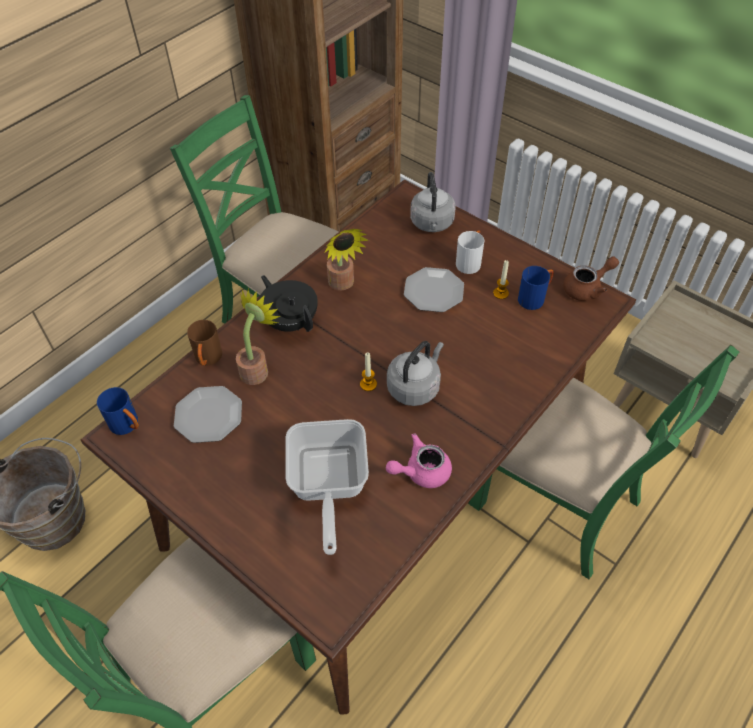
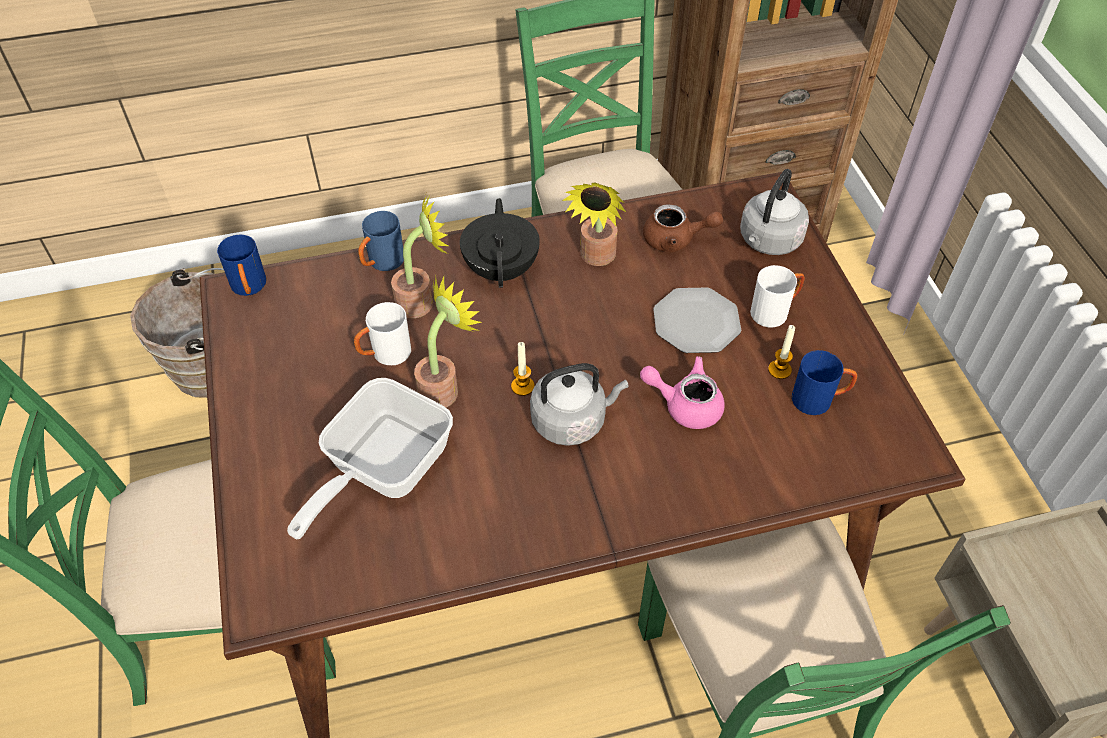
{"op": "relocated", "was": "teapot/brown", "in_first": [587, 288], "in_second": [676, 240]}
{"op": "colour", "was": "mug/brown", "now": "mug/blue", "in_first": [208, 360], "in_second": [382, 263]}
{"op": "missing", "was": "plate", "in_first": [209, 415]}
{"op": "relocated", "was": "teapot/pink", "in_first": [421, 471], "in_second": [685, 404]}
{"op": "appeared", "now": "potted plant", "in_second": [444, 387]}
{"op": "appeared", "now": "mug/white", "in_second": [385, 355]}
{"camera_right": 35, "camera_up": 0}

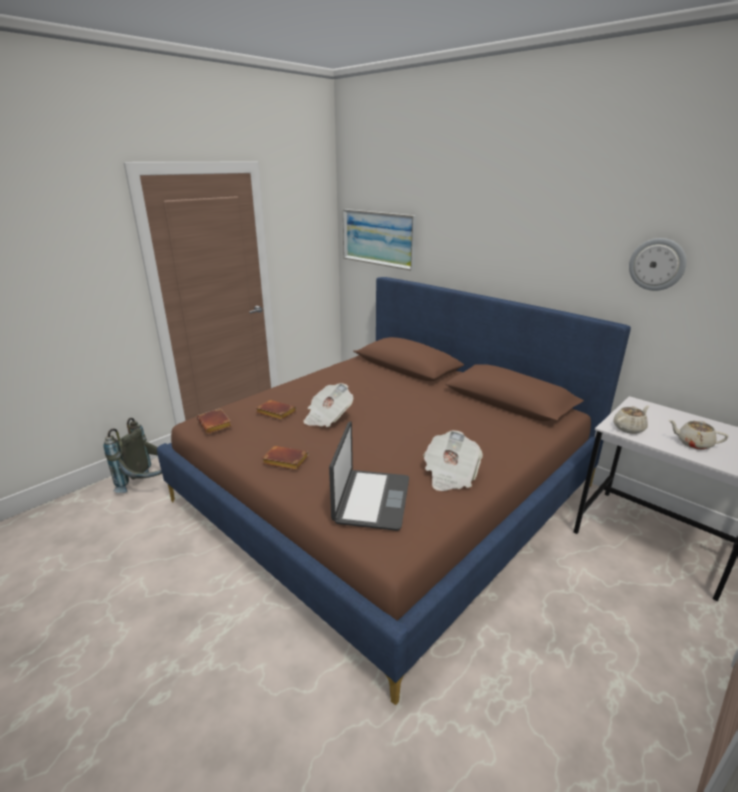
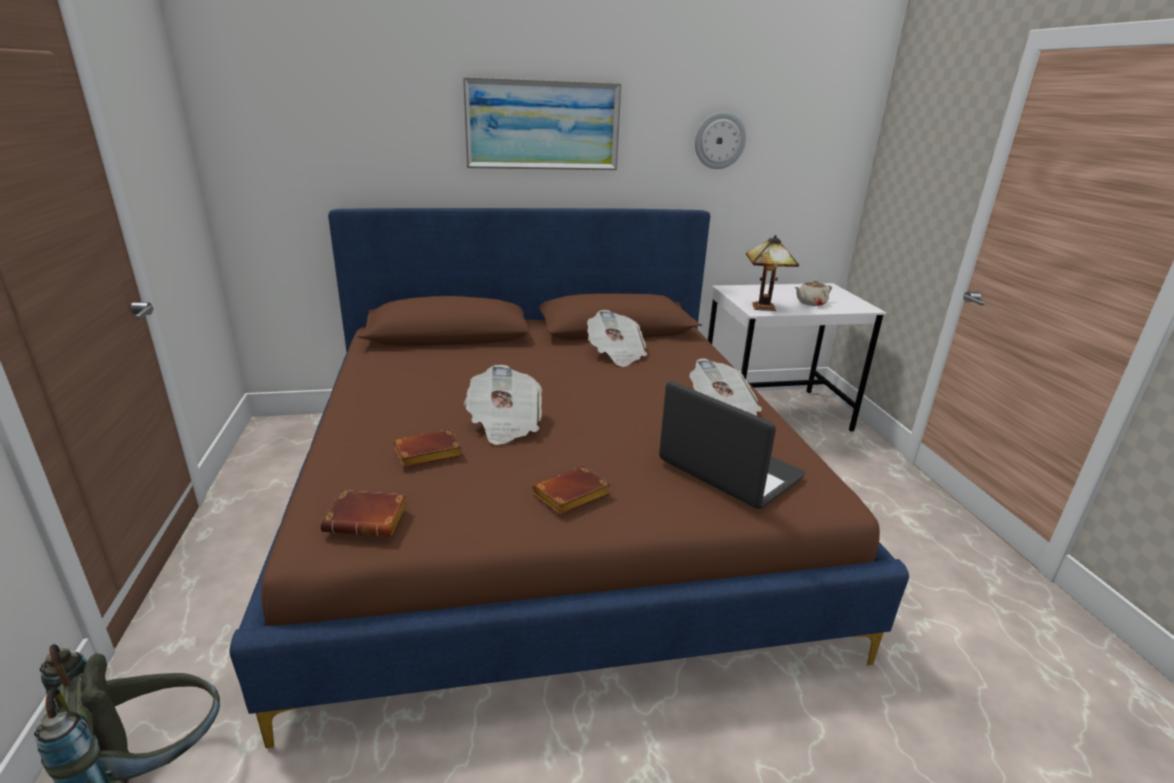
{"op": "relocated", "was": "picture", "in_first": [378, 238], "in_second": [542, 125]}
{"op": "exchanged", "was": "teapot/beige", "now": "table lamp", "in_first": [629, 428], "in_second": [765, 308]}
{"op": "appeared", "now": "newspaper", "in_second": [616, 354]}
{"camera_right": -55, "camera_up": 0}

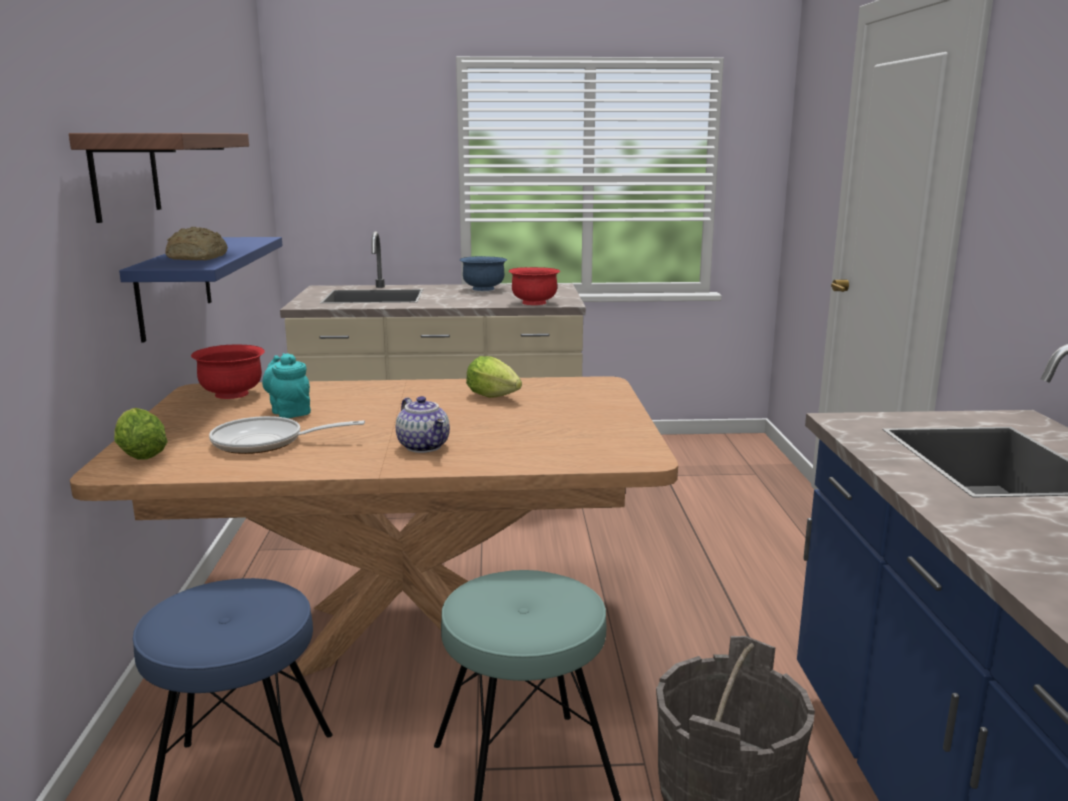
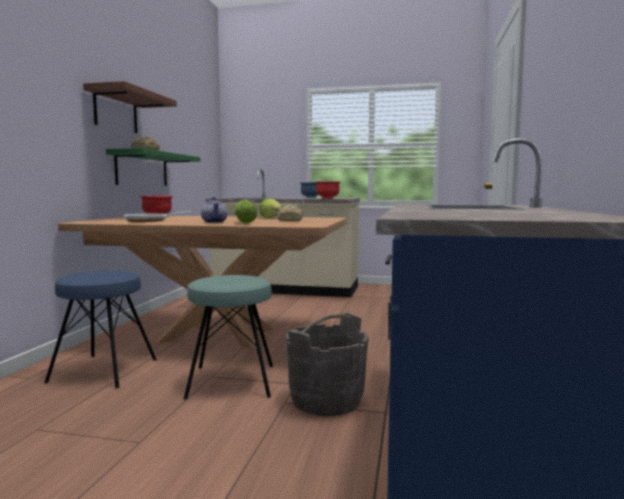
{"op": "colour", "was": "shelf/blue", "now": "shelf/green", "in_first": [174, 286], "in_second": [142, 169]}
{"op": "missing", "was": "teapot/turquoise", "in_first": [289, 412]}
{"op": "relocated", "was": "lettuce", "in_first": [140, 453], "in_second": [244, 223]}
{"op": "appeared", "now": "bread", "in_second": [290, 221]}
{"camera_right": 15, "camera_up": -10}

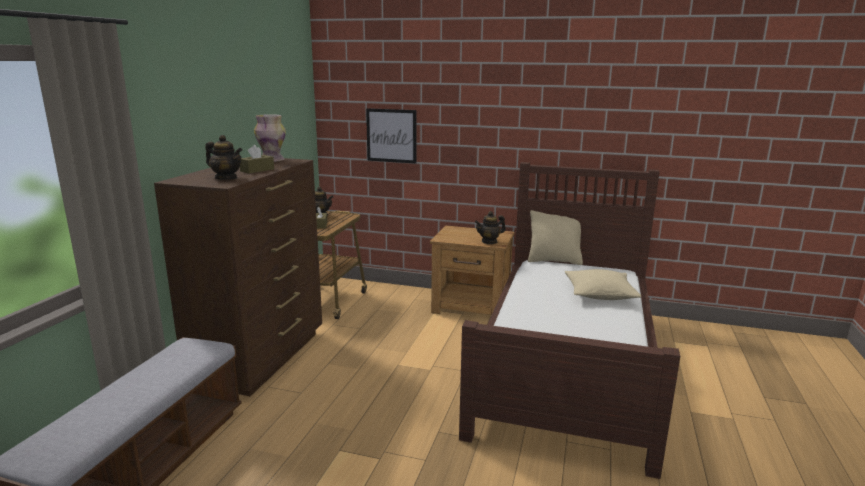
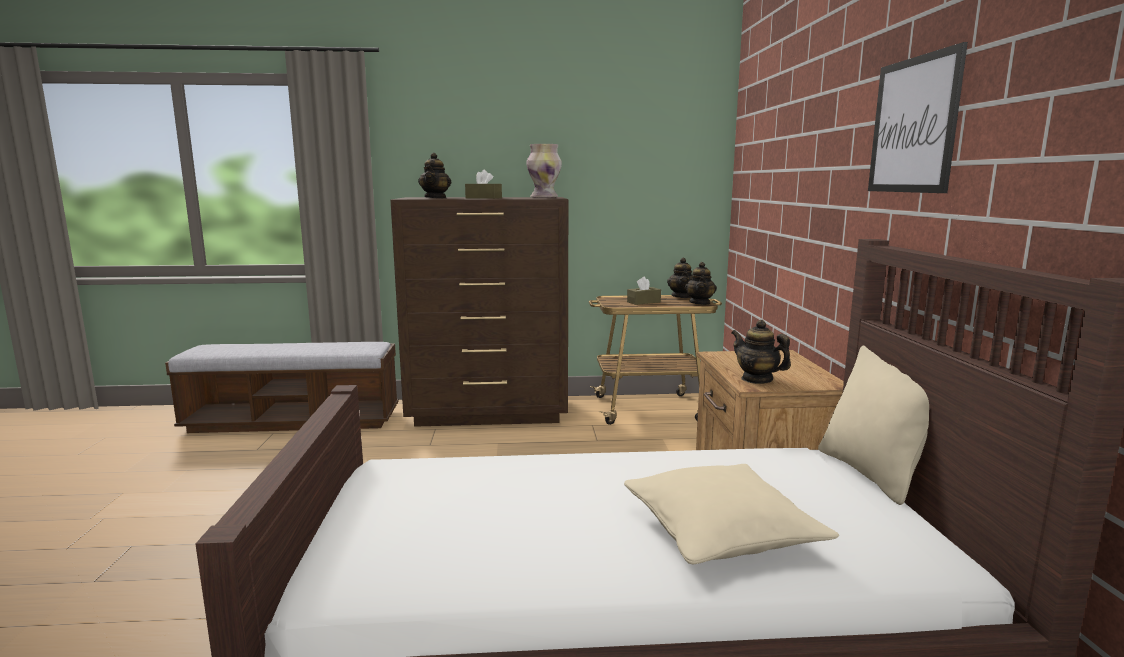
{"op": "relocated", "was": "picture", "in_first": [391, 135], "in_second": [913, 125]}
{"op": "appeared", "now": "teapot", "in_second": [700, 303]}
{"camera_right": 70, "camera_up": -5}

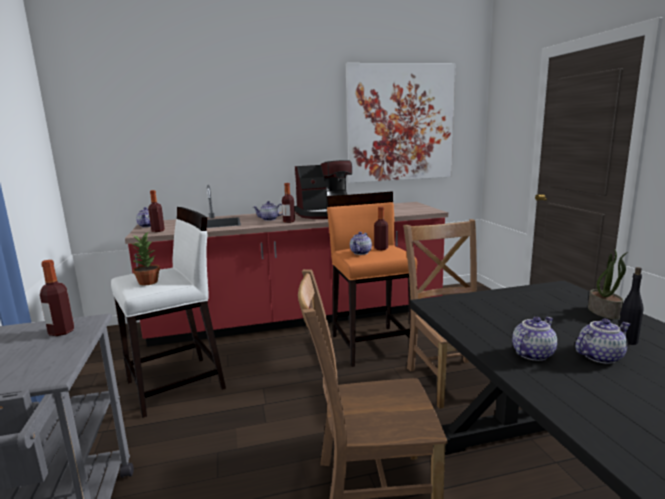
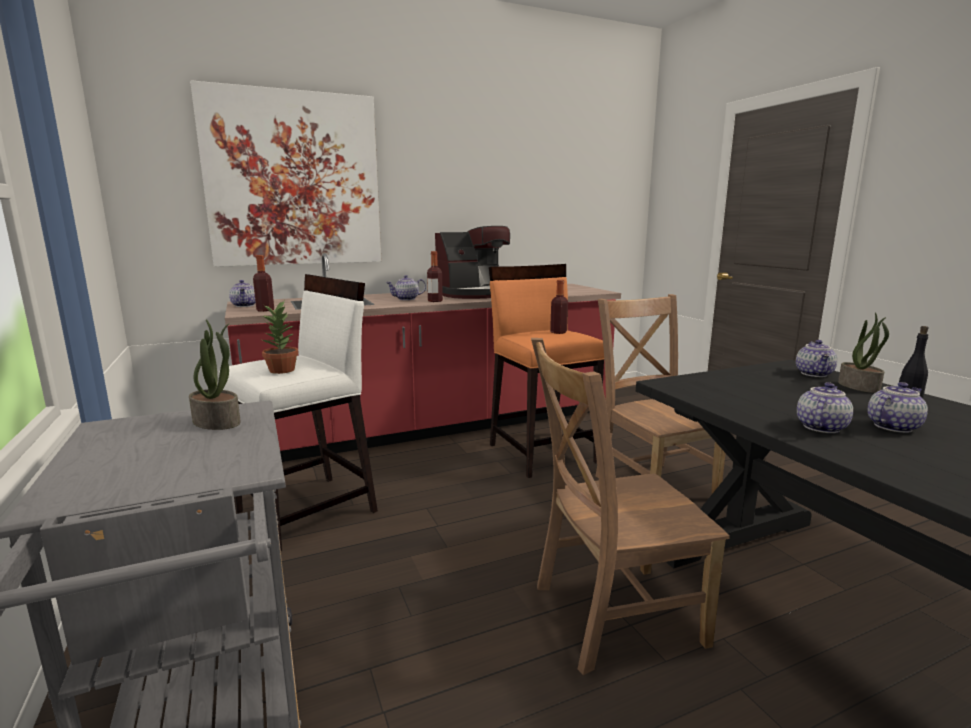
{"op": "relocated", "was": "picture", "in_first": [400, 123], "in_second": [294, 180]}
{"op": "relocated", "was": "teapot", "in_first": [361, 253], "in_second": [815, 374]}
{"op": "exchanged", "was": "bottle", "now": "potted plant", "in_first": [61, 332], "in_second": [218, 422]}
{"camera_right": -10, "camera_up": 0}

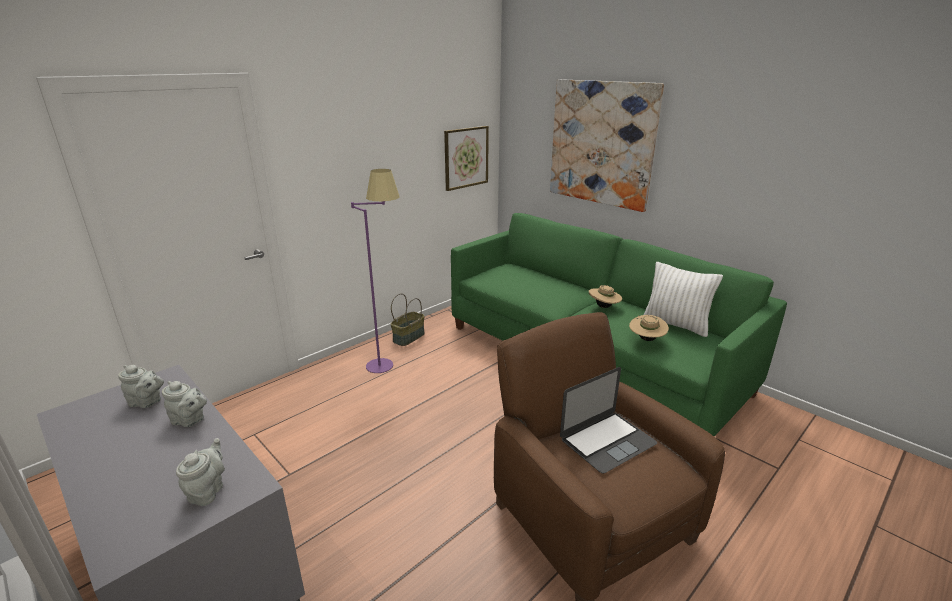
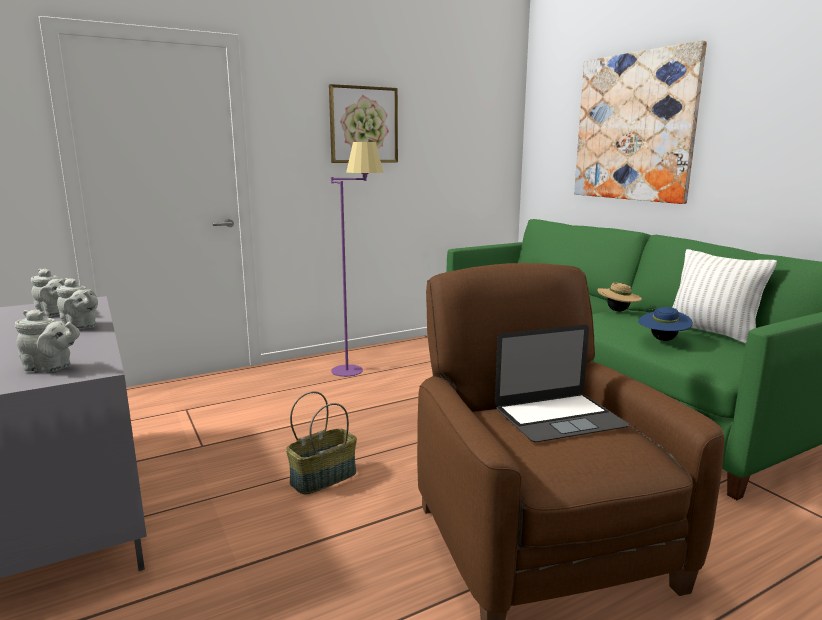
{"op": "relocated", "was": "picture", "in_first": [466, 157], "in_second": [363, 125]}
{"op": "relocated", "was": "basket", "in_first": [408, 337], "in_second": [323, 477]}
{"op": "colour", "was": "hat/beige", "now": "hat/blue", "in_first": [646, 339], "in_second": [662, 339]}
{"op": "spun", "was": "teapot/grey", "in_first": [208, 491], "in_second": [51, 368], "clockwise": 75}
{"camera_right": 15, "camera_up": -10}

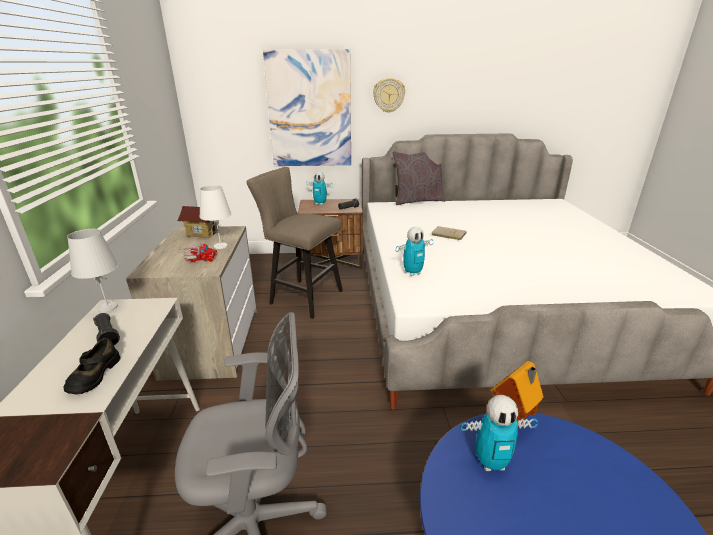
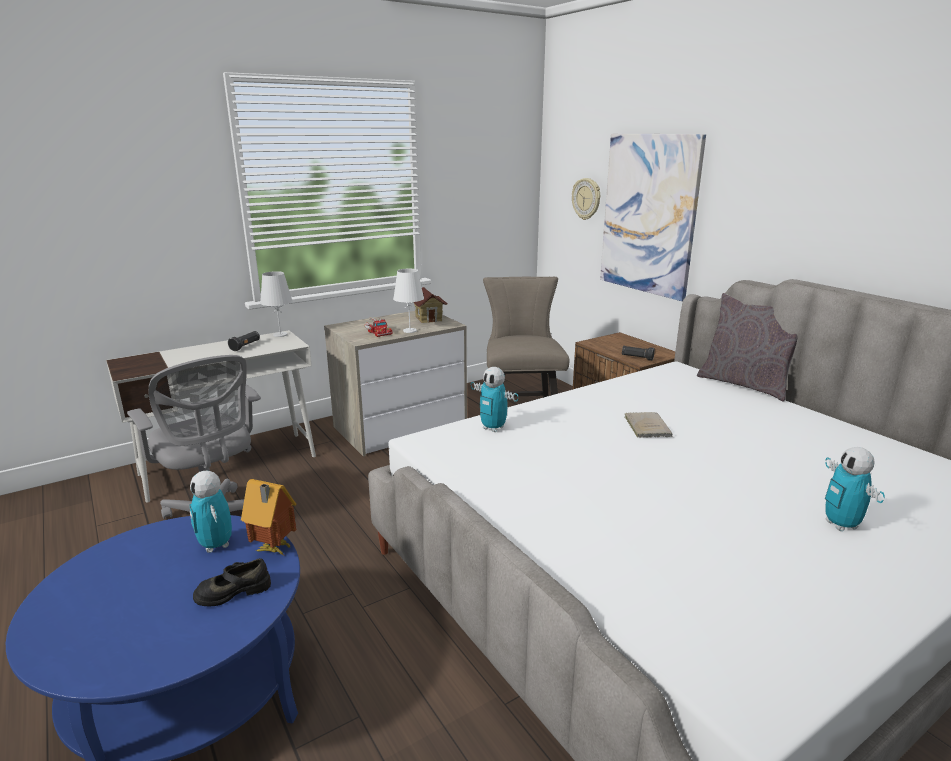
{"op": "relocated", "was": "wall clock", "in_first": [388, 95], "in_second": [586, 199]}
{"op": "relocated", "was": "toy robot", "in_first": [320, 203], "in_second": [841, 525]}
{"op": "relocated", "was": "shoe/black", "in_first": [94, 375], "in_second": [233, 591]}
{"camera_right": 60, "camera_up": -5}

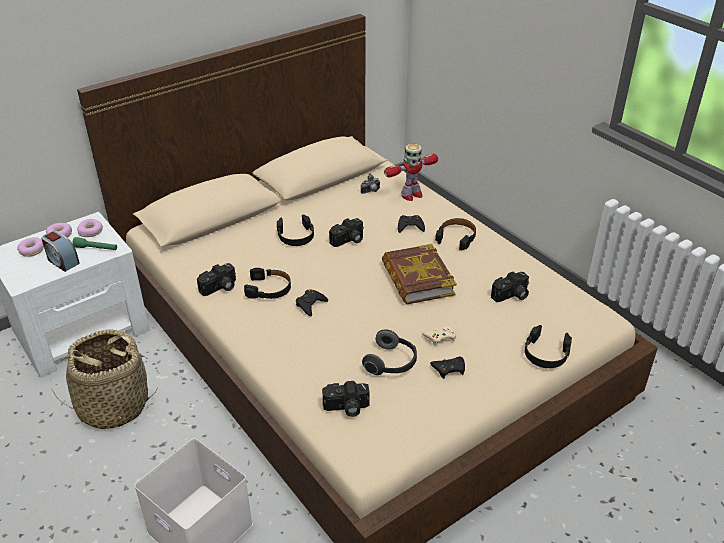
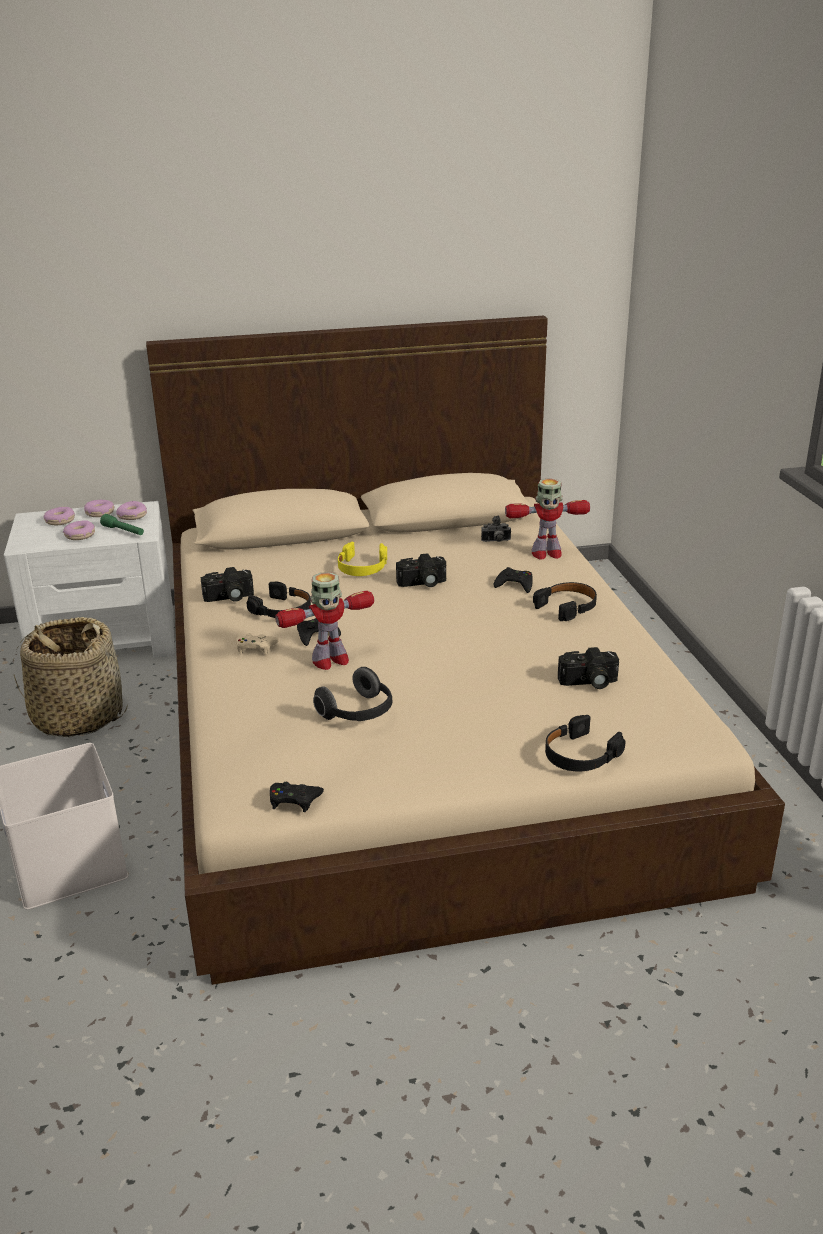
{"op": "colour", "was": "headphones/black", "now": "headphones/yellow", "in_first": [296, 236], "in_second": [362, 567]}
{"op": "exchanged", "was": "alarm clock", "now": "donut", "in_first": [62, 261], "in_second": [80, 536]}
{"op": "missing", "was": "book", "in_first": [417, 279]}
{"op": "relocated", "was": "game controller/beige", "in_first": [440, 337], "in_second": [255, 648]}
{"op": "relocated", "was": "game controller/black", "in_first": [449, 369], "in_second": [294, 800]}
{"op": "missing", "was": "photo camera", "in_first": [346, 408]}
{"op": "appeared", "now": "toy robot", "in_second": [329, 660]}
{"camera_right": 25, "camera_up": -10}

